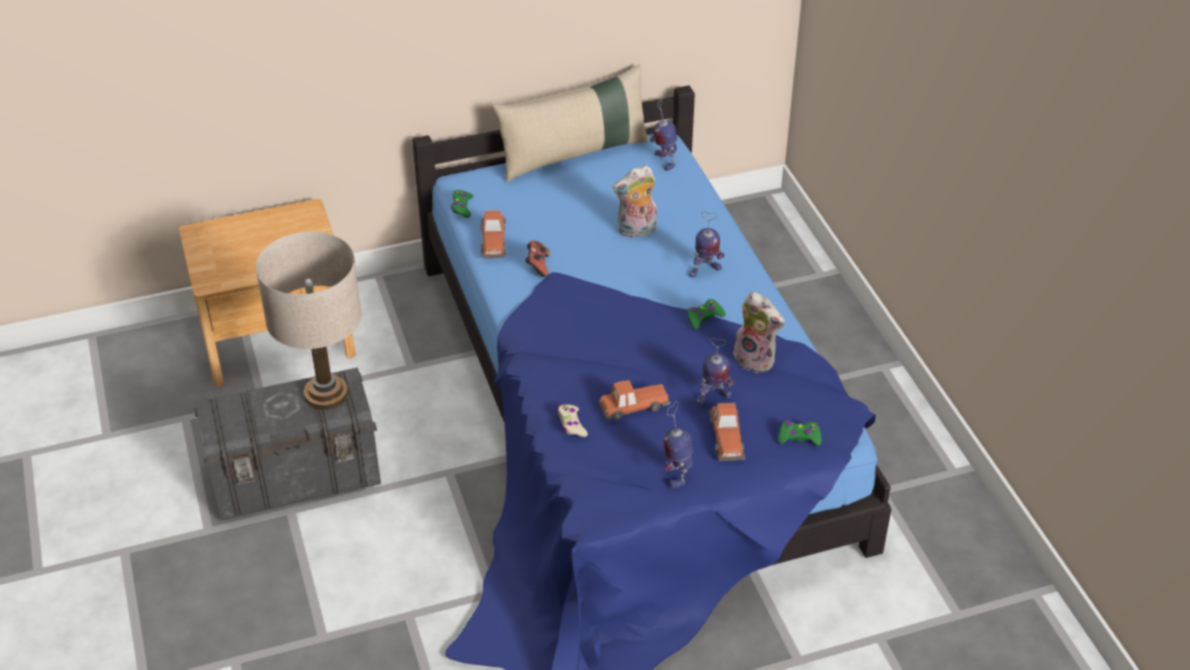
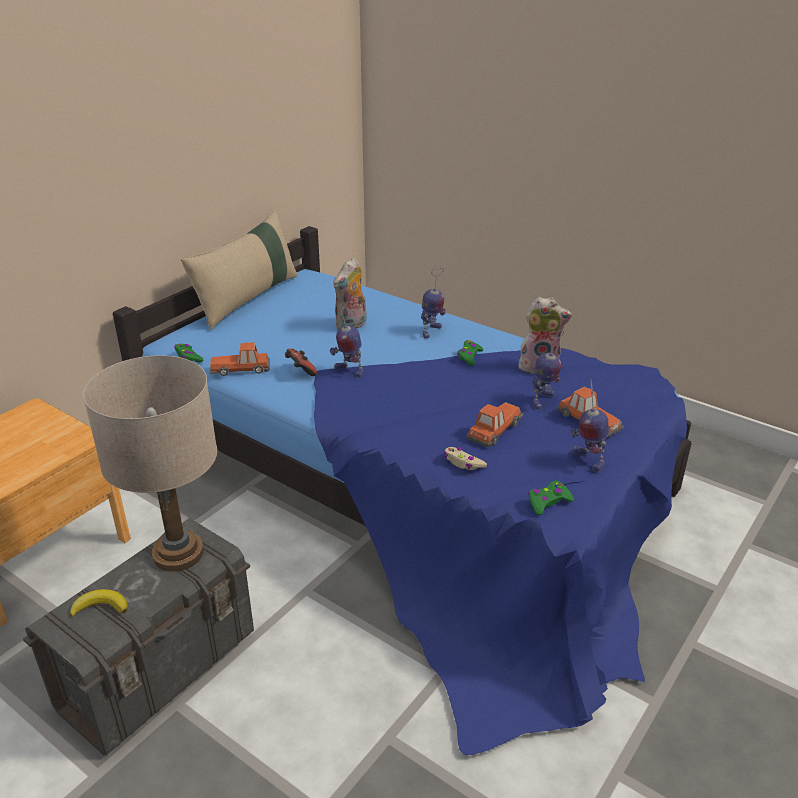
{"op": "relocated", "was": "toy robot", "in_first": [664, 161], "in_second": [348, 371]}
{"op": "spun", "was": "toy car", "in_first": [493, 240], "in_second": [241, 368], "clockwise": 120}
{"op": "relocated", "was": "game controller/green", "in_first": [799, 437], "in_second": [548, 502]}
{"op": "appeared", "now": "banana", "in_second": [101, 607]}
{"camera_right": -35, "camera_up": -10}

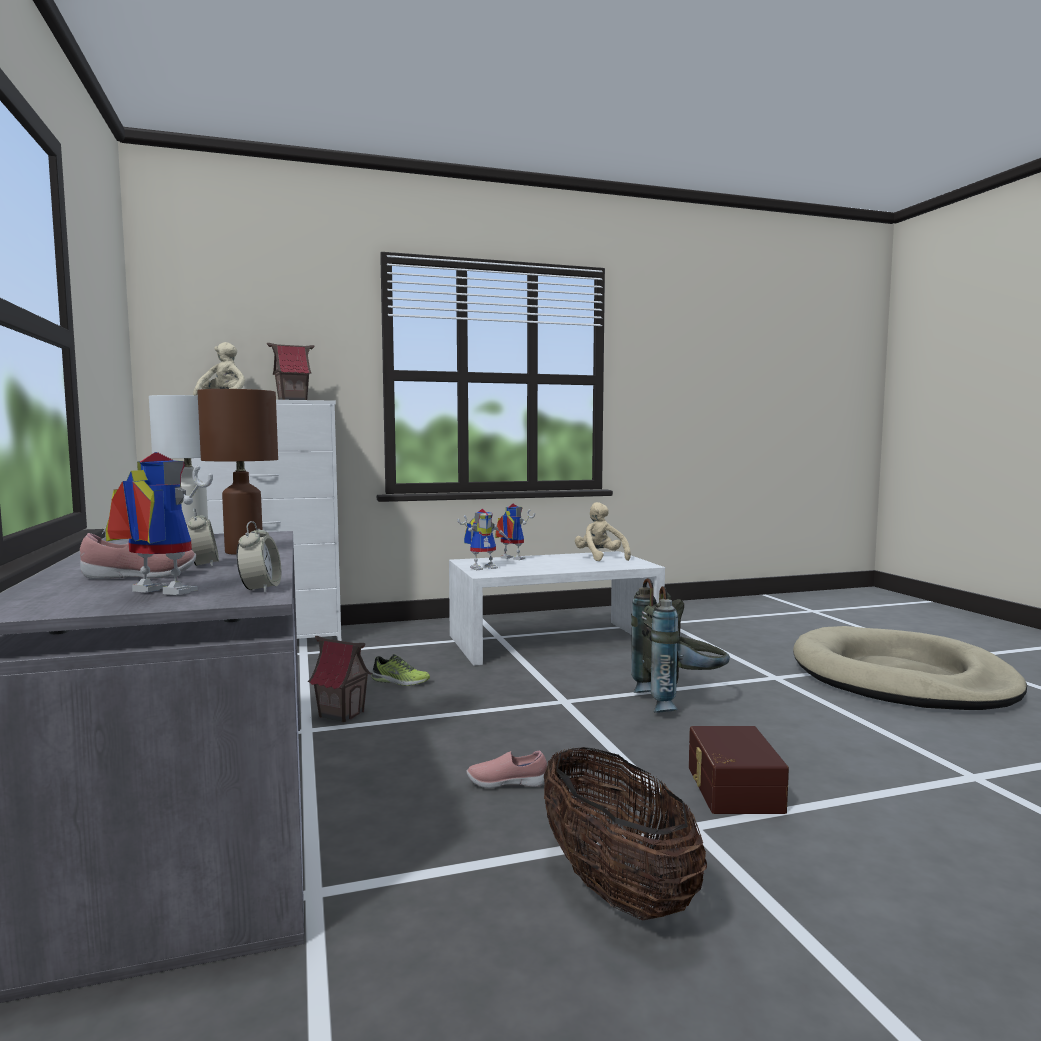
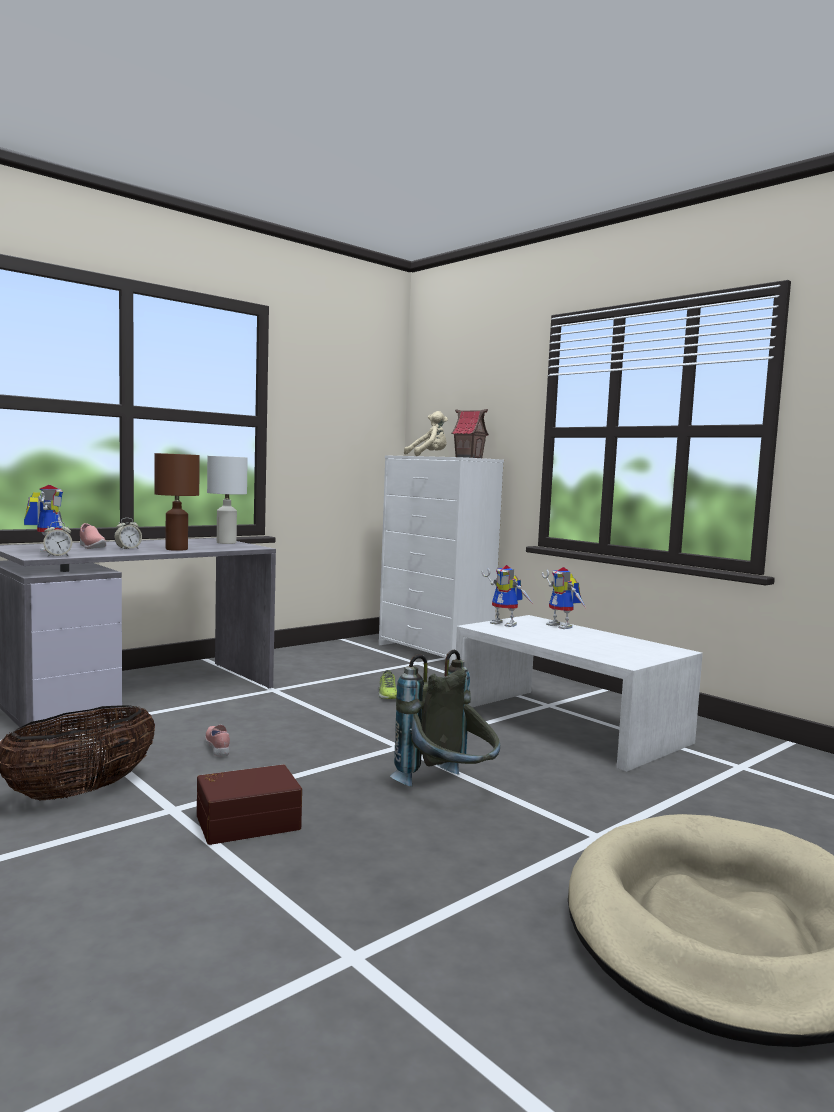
{"op": "missing", "was": "plush toy/beige", "in_first": [600, 558]}
{"op": "spun", "was": "toy robot", "in_first": [509, 559], "in_second": [563, 626], "clockwise": 135}
{"op": "missing", "was": "toy house", "in_first": [342, 714]}
{"camera_right": 65, "camera_up": 0}

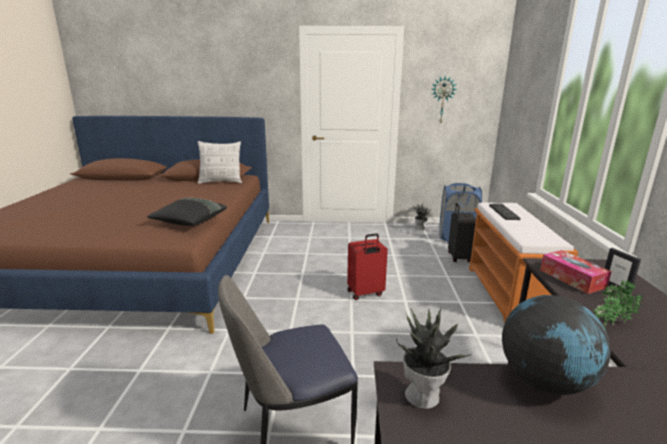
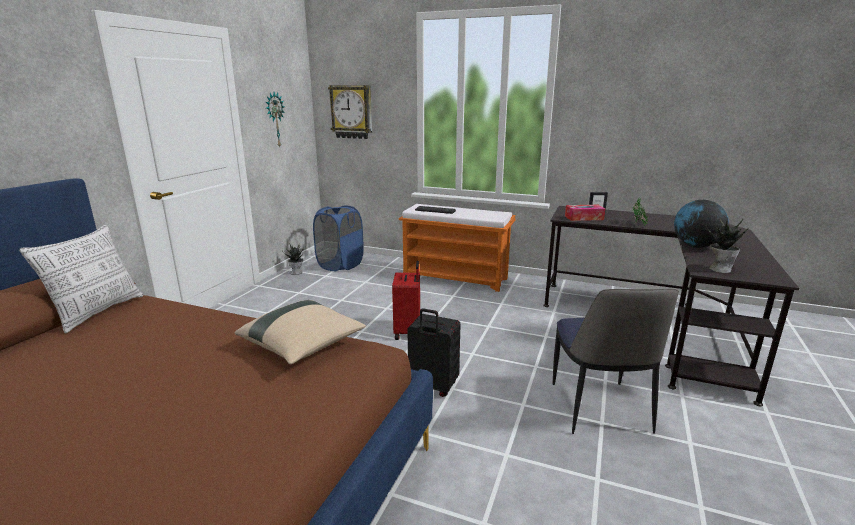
{"op": "colour", "was": "pillow/black", "now": "pillow/beige", "in_first": [189, 222], "in_second": [303, 346]}
{"op": "relocated", "was": "suitcase/black", "in_first": [458, 258], "in_second": [432, 386]}
{"op": "appeared", "now": "wall clock", "in_second": [352, 112]}
{"camera_right": -70, "camera_up": 0}

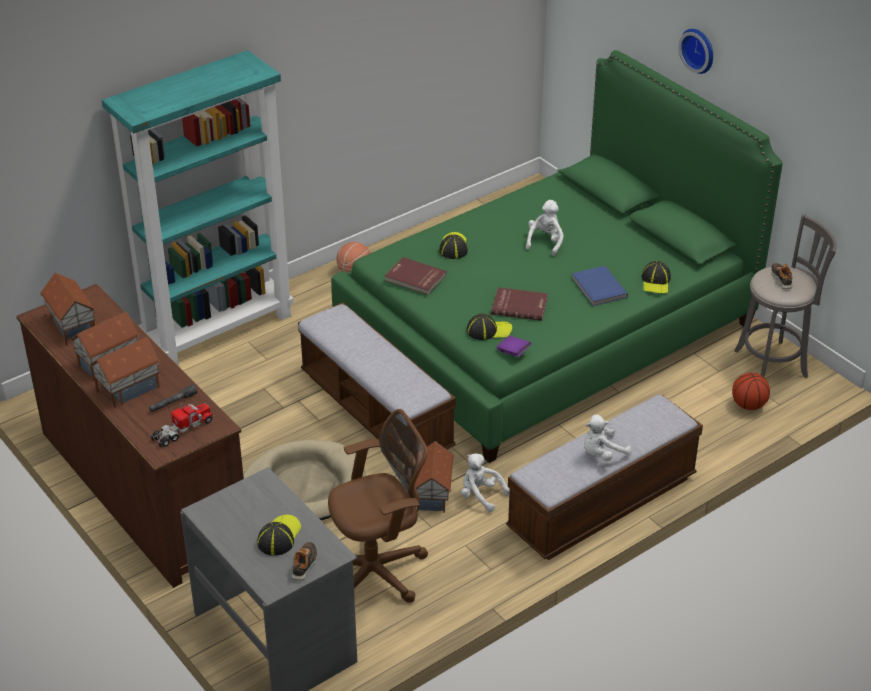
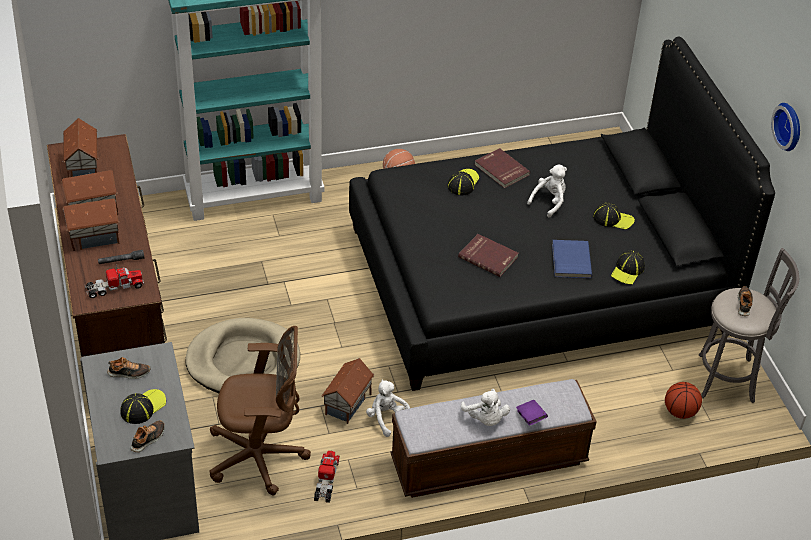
{"op": "relocated", "was": "wall clock", "in_first": [699, 50], "in_second": [790, 126]}
{"op": "colour", "was": "bed/green", "now": "bed/black", "in_first": [546, 327], "in_second": [537, 279]}
{"op": "relocated", "was": "book/red", "in_first": [414, 278], "in_second": [501, 170]}
{"op": "missing", "was": "bench", "in_first": [376, 411]}
{"op": "relocated", "was": "cap", "in_first": [488, 330], "in_second": [613, 219]}
{"op": "relocated", "was": "book/purple", "in_first": [513, 352], "in_second": [530, 417]}
{"op": "spun", "was": "plush toy/white", "in_first": [602, 454], "in_second": [485, 419], "clockwise": -105}
{"op": "appeared", "now": "shoe", "in_second": [129, 373]}
{"op": "appeared", "now": "toy truck", "in_second": [326, 480]}
{"camera_right": 20, "camera_up": 5}

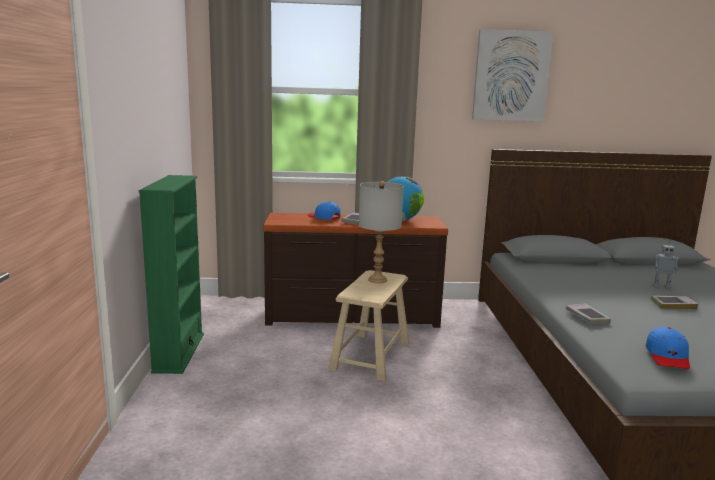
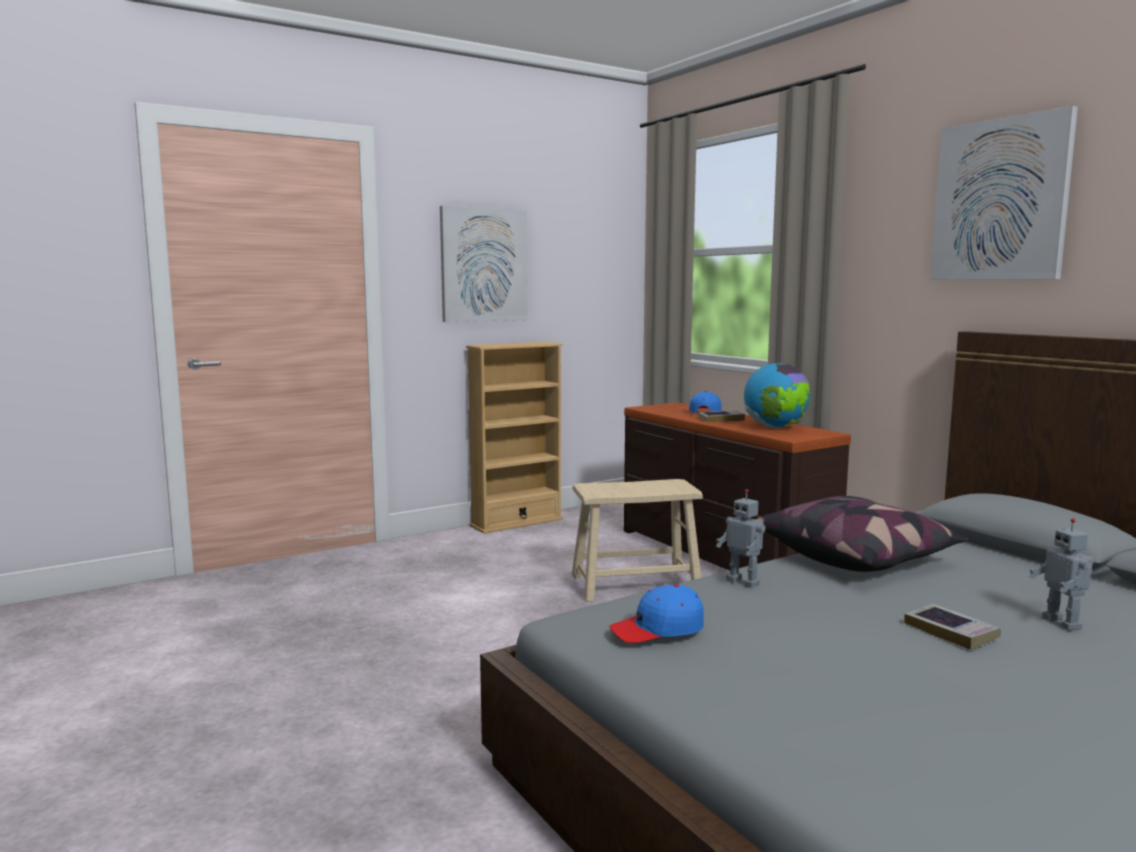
{"op": "colour", "was": "bookcase/green", "now": "bookcase/beige", "in_first": [179, 352], "in_second": [517, 522]}
{"op": "missing", "was": "table lamp/grey", "in_first": [377, 280]}
{"op": "exchanged", "was": "book", "now": "toy robot", "in_first": [587, 317], "in_second": [744, 581]}
{"op": "appeared", "now": "picture", "in_second": [483, 265]}
{"op": "appeared", "now": "pillow", "in_second": [855, 558]}
{"camera_right": 60, "camera_up": -5}

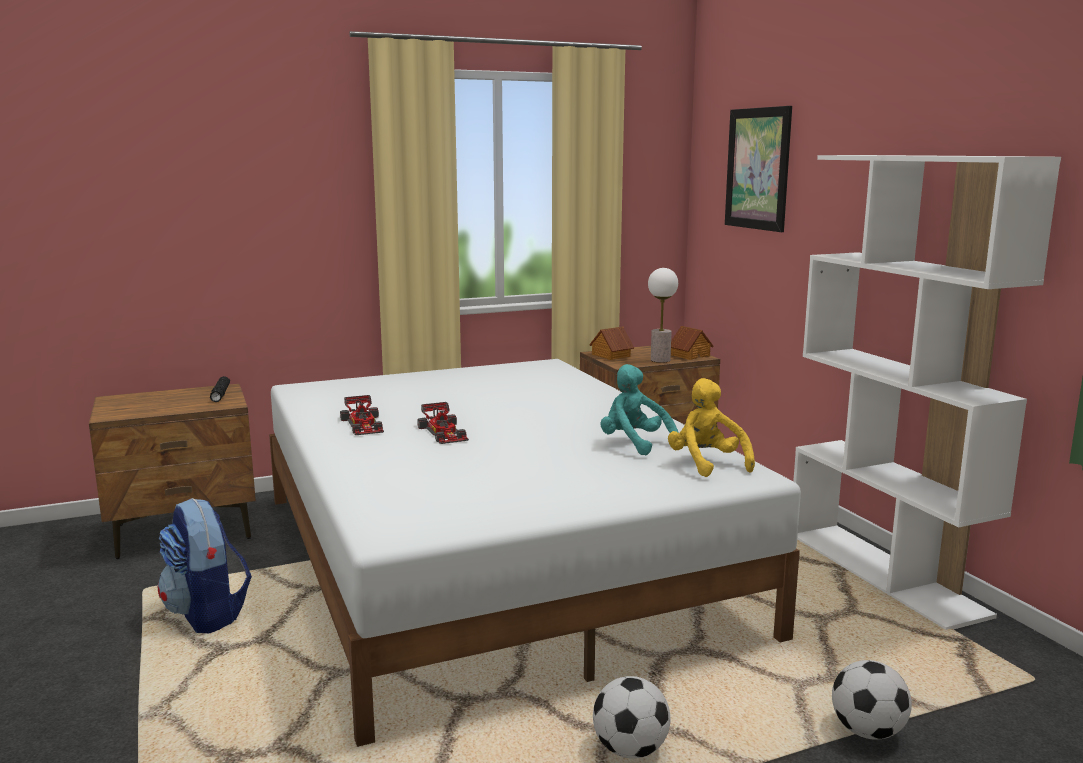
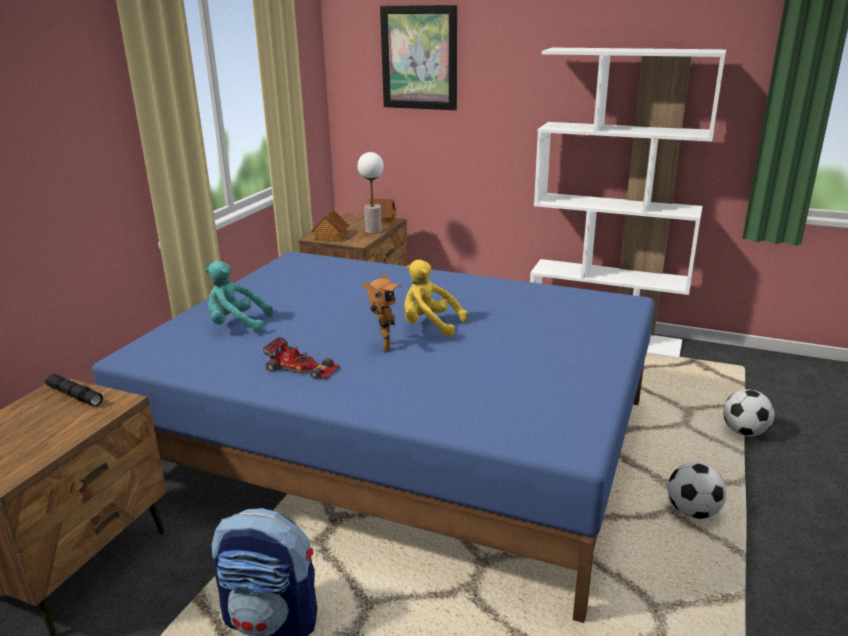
{"op": "colour", "was": "bed/white", "now": "bed/blue", "in_first": [491, 559], "in_second": [399, 440]}
{"op": "relocated", "was": "plush toy/turquoise", "in_first": [634, 444], "in_second": [236, 325]}
{"op": "relocated", "was": "plush toy/yellow", "in_first": [706, 464], "in_second": [429, 326]}
{"op": "exchanged", "was": "toy car", "now": "toy robot", "in_first": [444, 432], "in_second": [383, 347]}
{"camera_right": -45, "camera_up": 10}

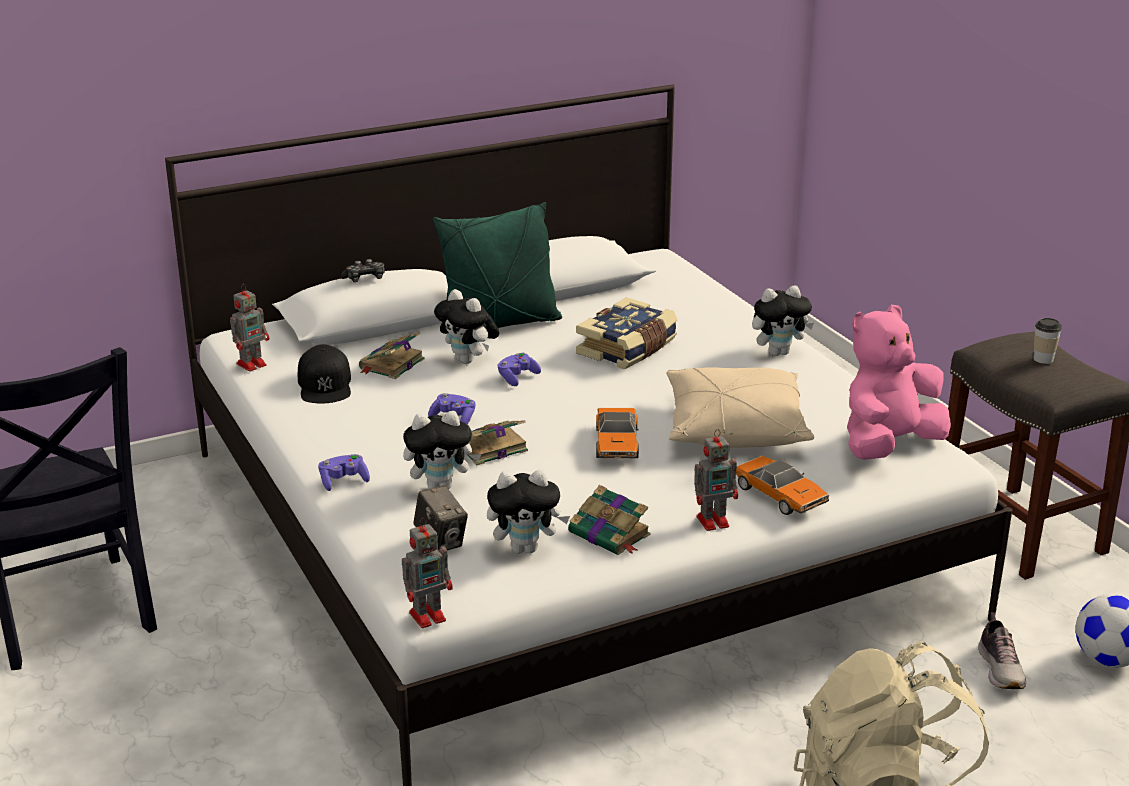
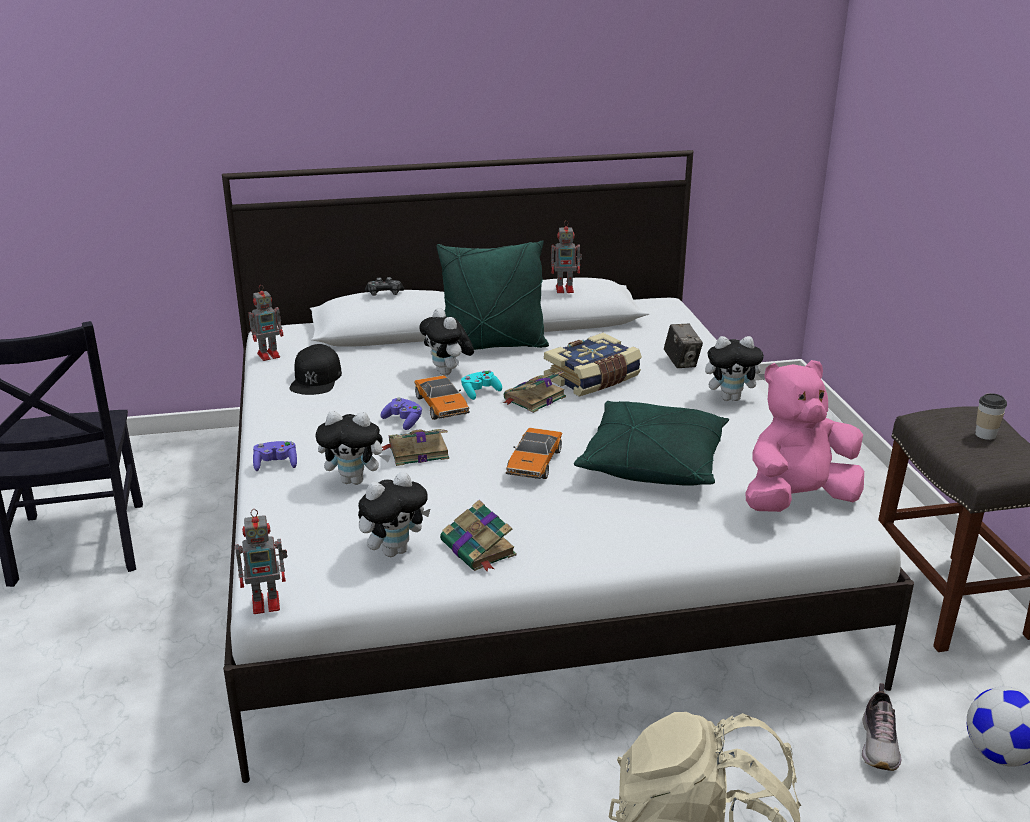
{"op": "relocated", "was": "book", "in_first": [391, 365], "in_second": [533, 399]}
{"op": "colour", "was": "game controller/purple", "now": "game controller/turquoise", "in_first": [517, 377], "in_second": [480, 392]}
{"op": "colour", "was": "pillow/beige", "now": "pillow/green", "in_first": [734, 428], "in_second": [653, 463]}
{"op": "relocated", "was": "toy robot", "in_first": [714, 521], "in_second": [566, 289]}
{"op": "relocated", "was": "toy car", "in_first": [780, 496], "in_second": [442, 406]}
{"op": "spun", "was": "plush toy", "in_first": [526, 548], "in_second": [394, 550], "clockwise": -45}
{"op": "relocated", "was": "photo camera", "in_first": [441, 541], "in_second": [681, 362]}
{"camera_right": 15, "camera_up": 0}

